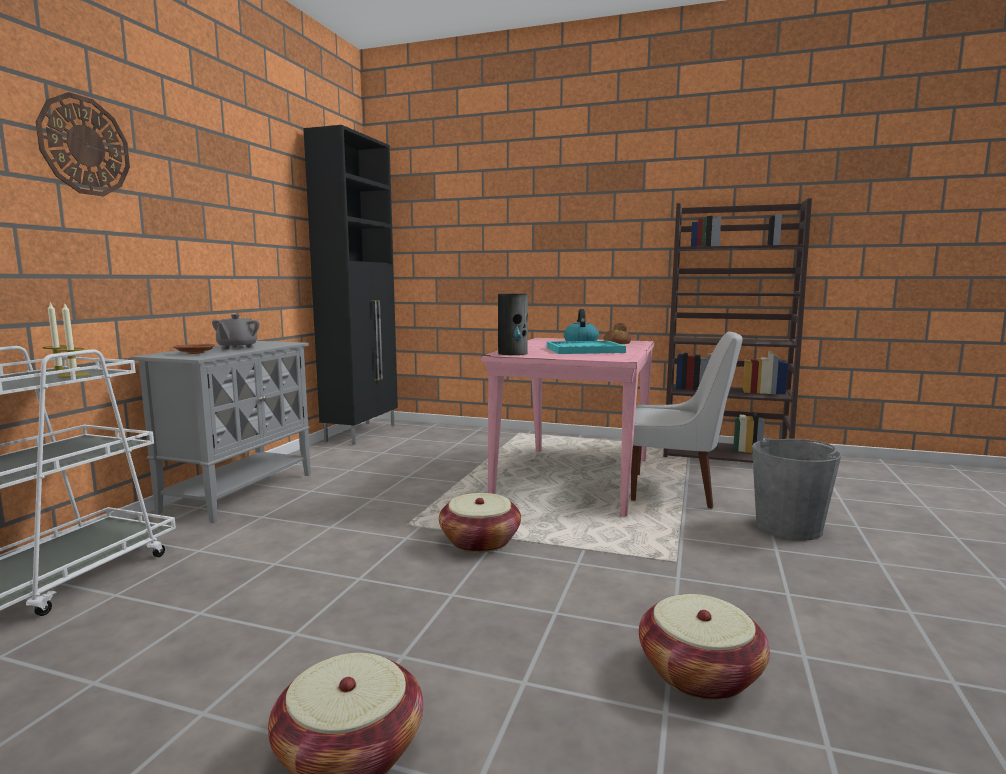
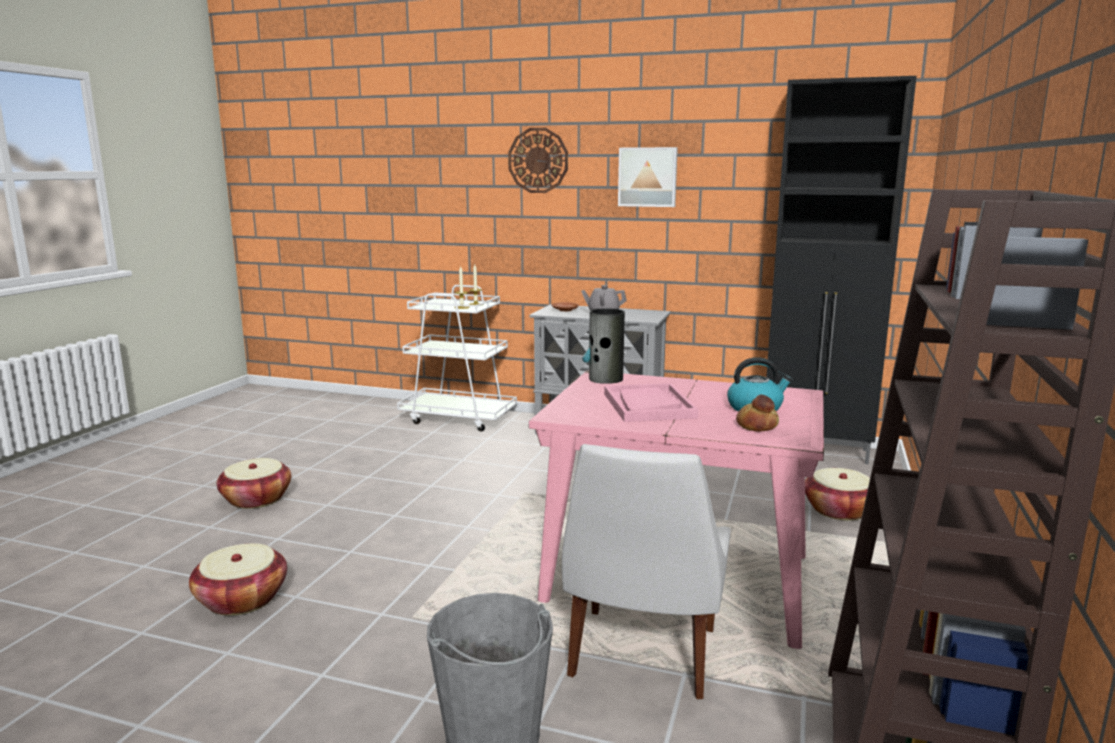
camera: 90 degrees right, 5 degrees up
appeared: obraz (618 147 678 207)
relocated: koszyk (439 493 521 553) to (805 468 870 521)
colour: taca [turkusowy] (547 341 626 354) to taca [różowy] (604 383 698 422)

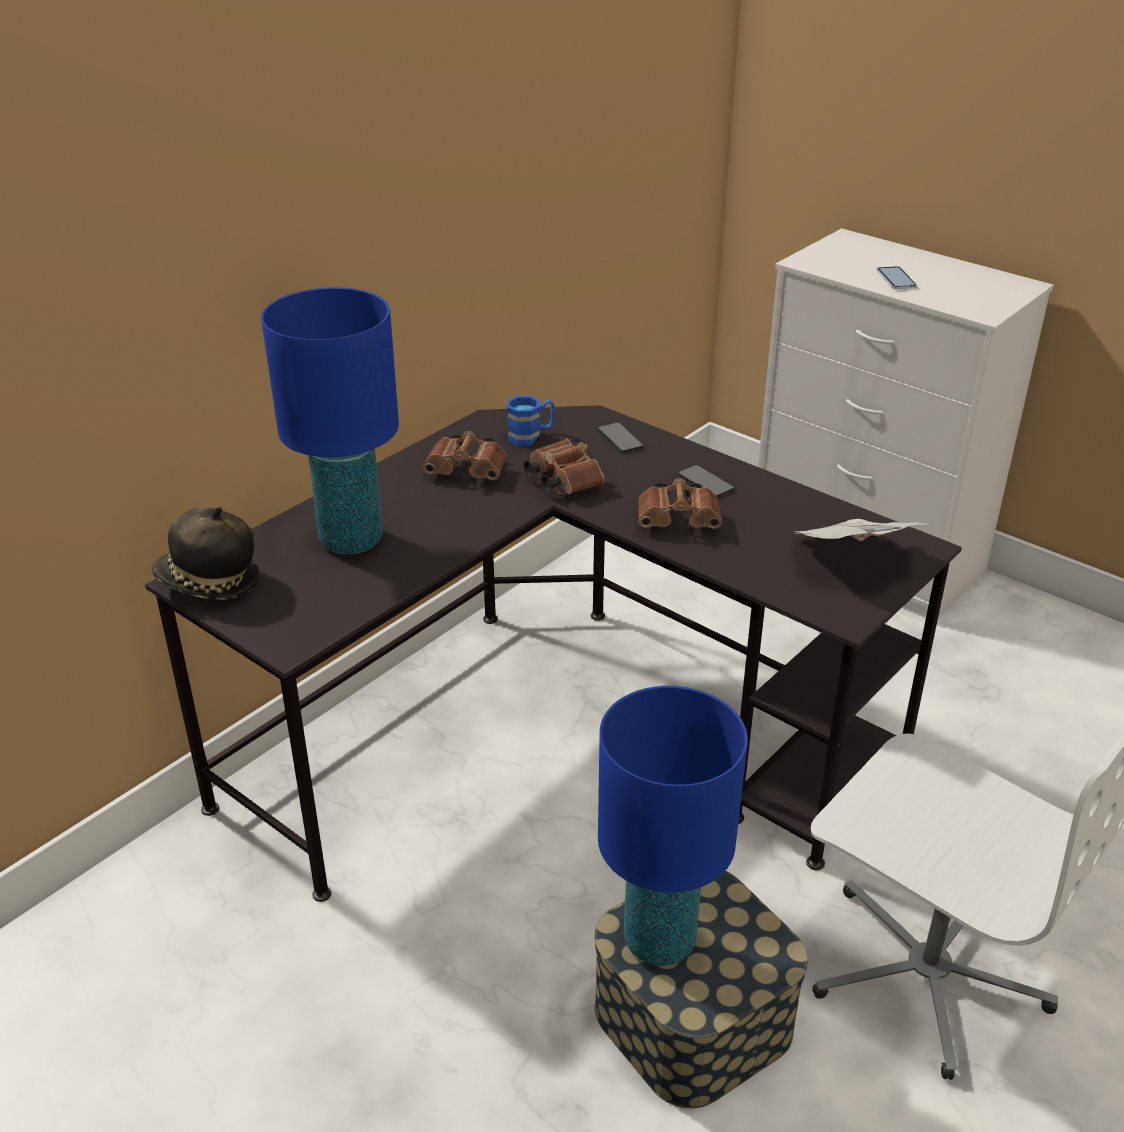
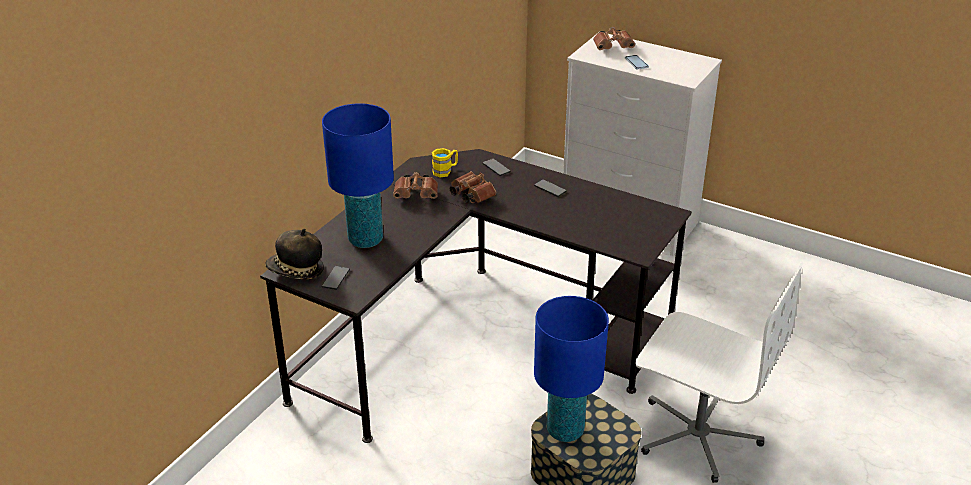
camera: 10 degrees left, 0 degrees up
missing: gazeta (795 519 924 541)
appeared: telefon (322 266 350 290)
relocated: lornetka [brązowy] (638 478 722 529) to (593 27 635 50)
colour: kubek [niebieski] (507 396 555 446) to kubek [żółty] (432 148 458 177)

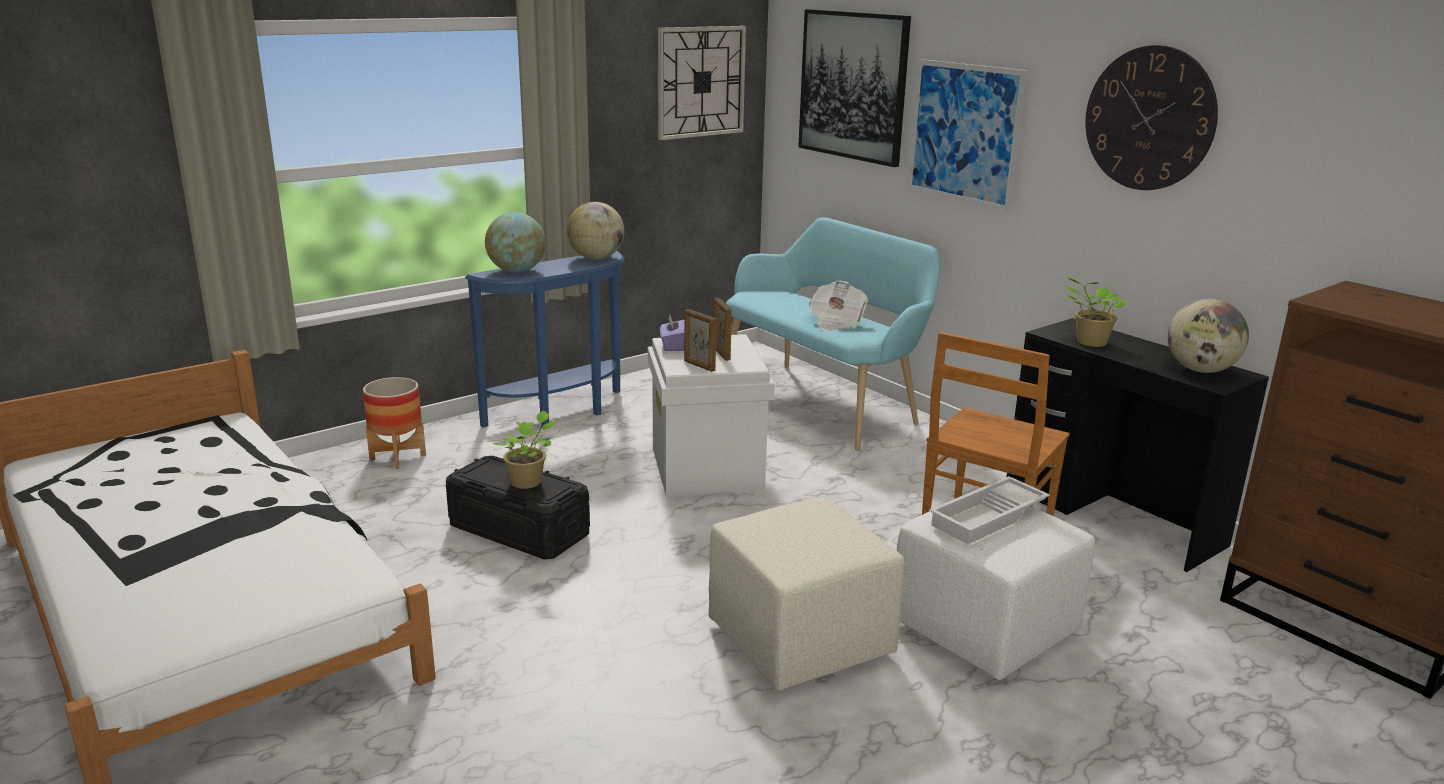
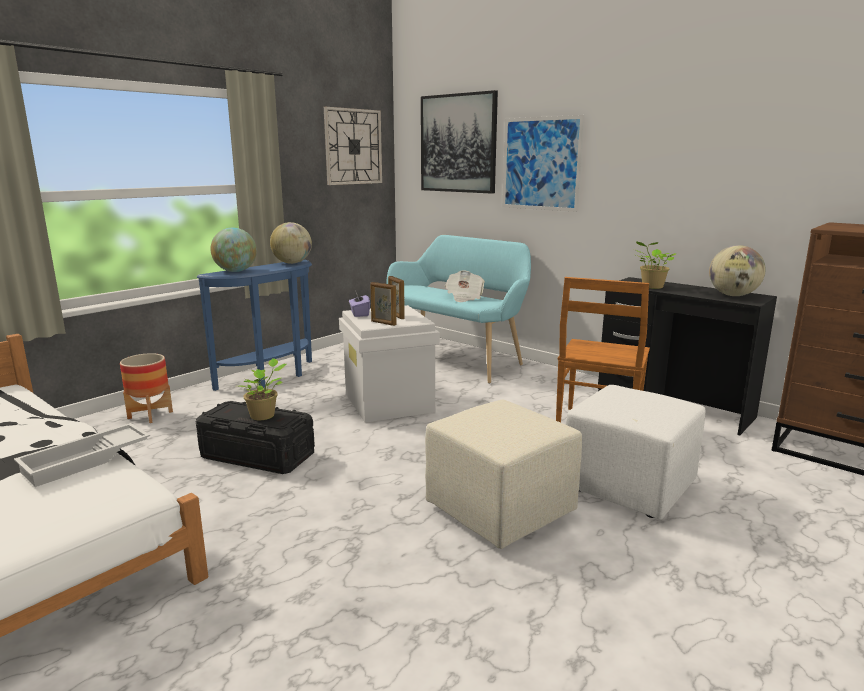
camera: 10 degrees left, 5 degrees down
missing: zegar ścienny (1085 45 1218 190)
relocated: taca [biały] (929 476 1050 544) to (14 423 150 487)

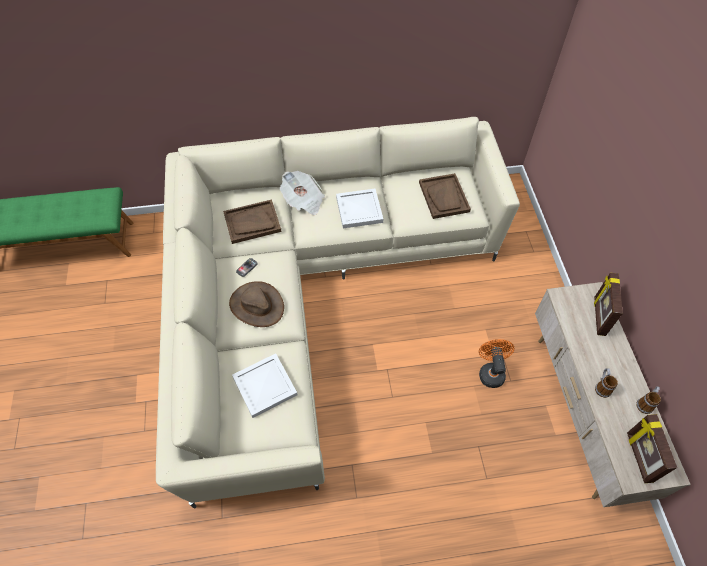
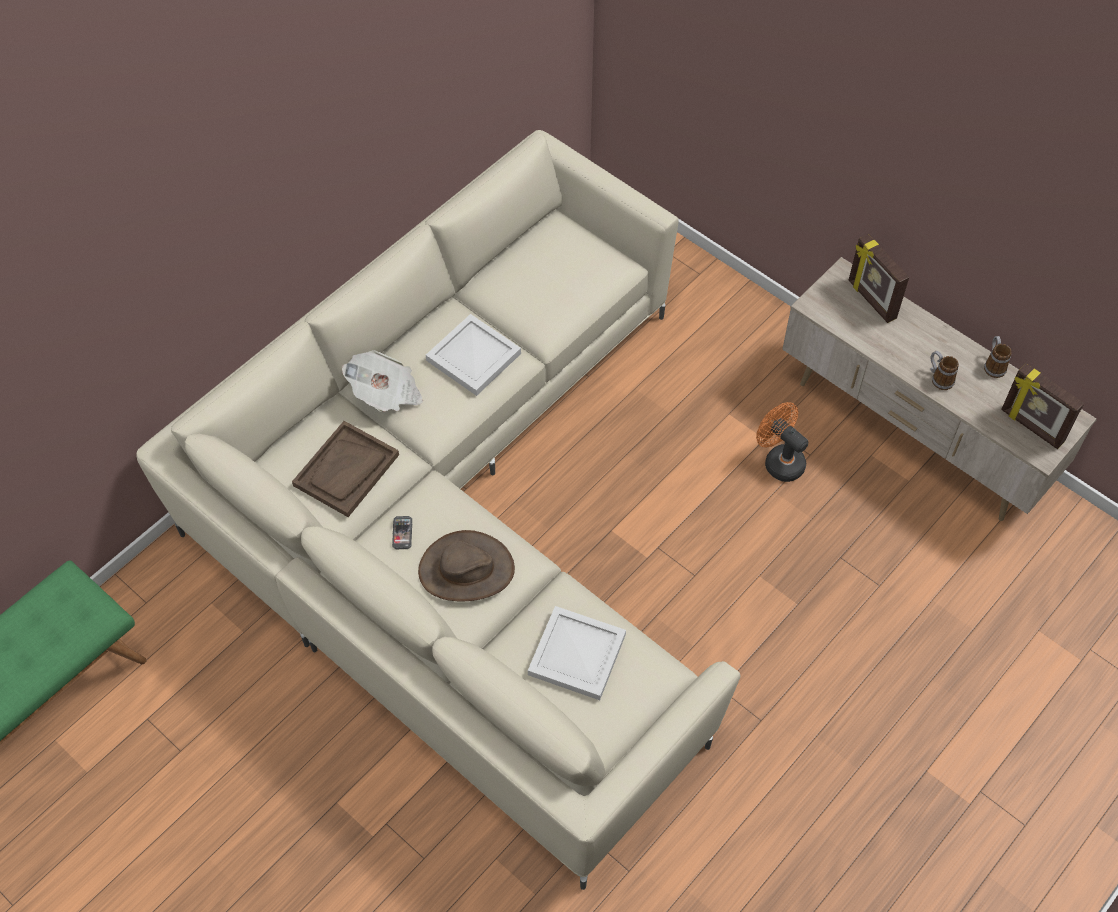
camera: 40 degrees left, 0 degrees up
missing: taca [brązowy] (419 173 471 219)

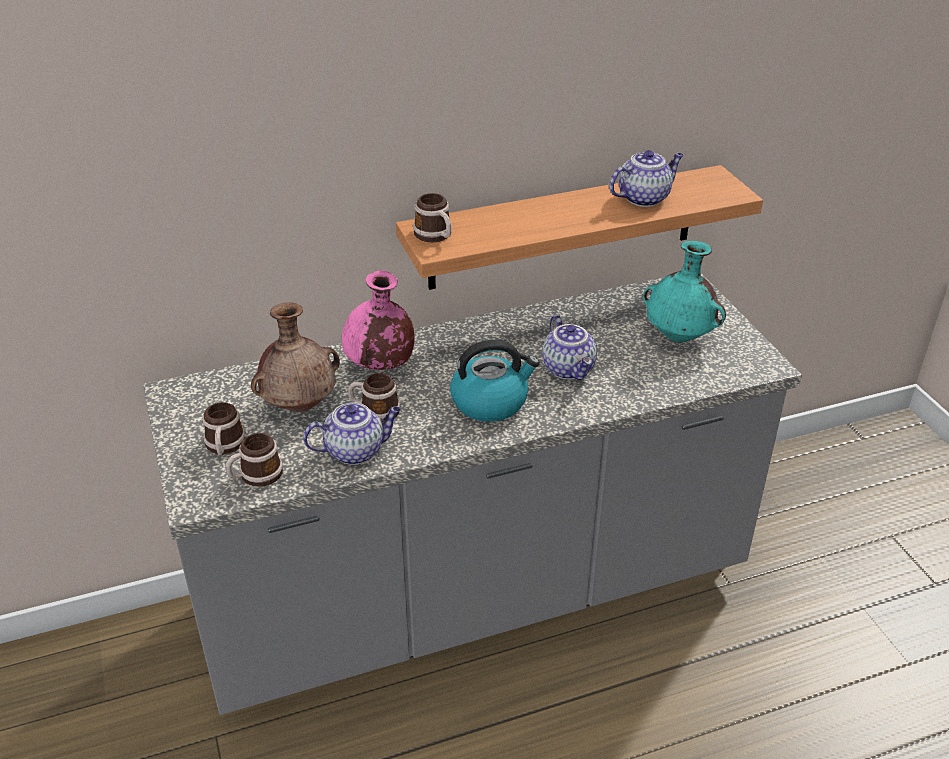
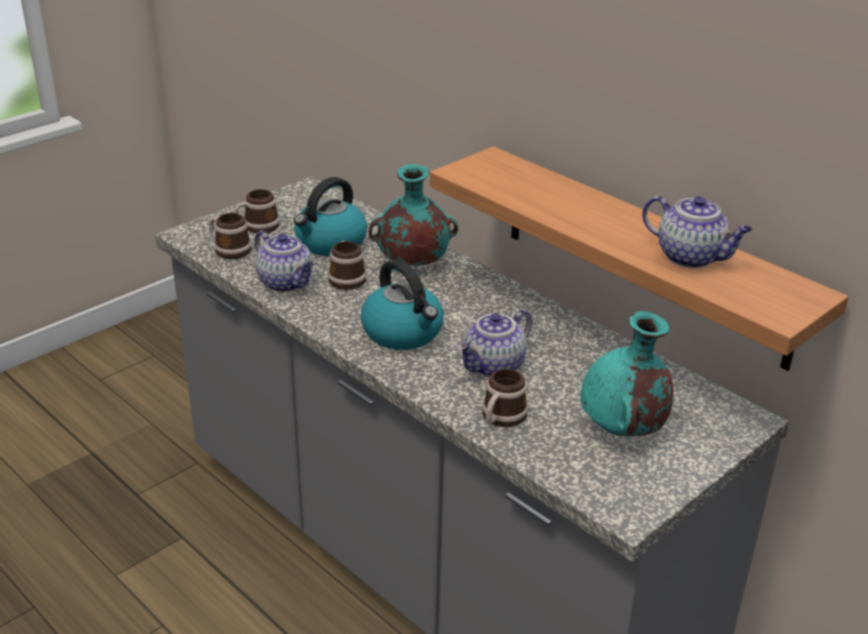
camera: 65 degrees right, 5 degrees down
relocated: kubek (413 193 452 242) to (482 369 528 427)
exchanged: wazon [brązowy] (251 302 340 412) to czajnik (294 177 367 256)
colour: wazon [różowy] (342 271 415 370) to wazon [turkusowy] (368 164 458 266)

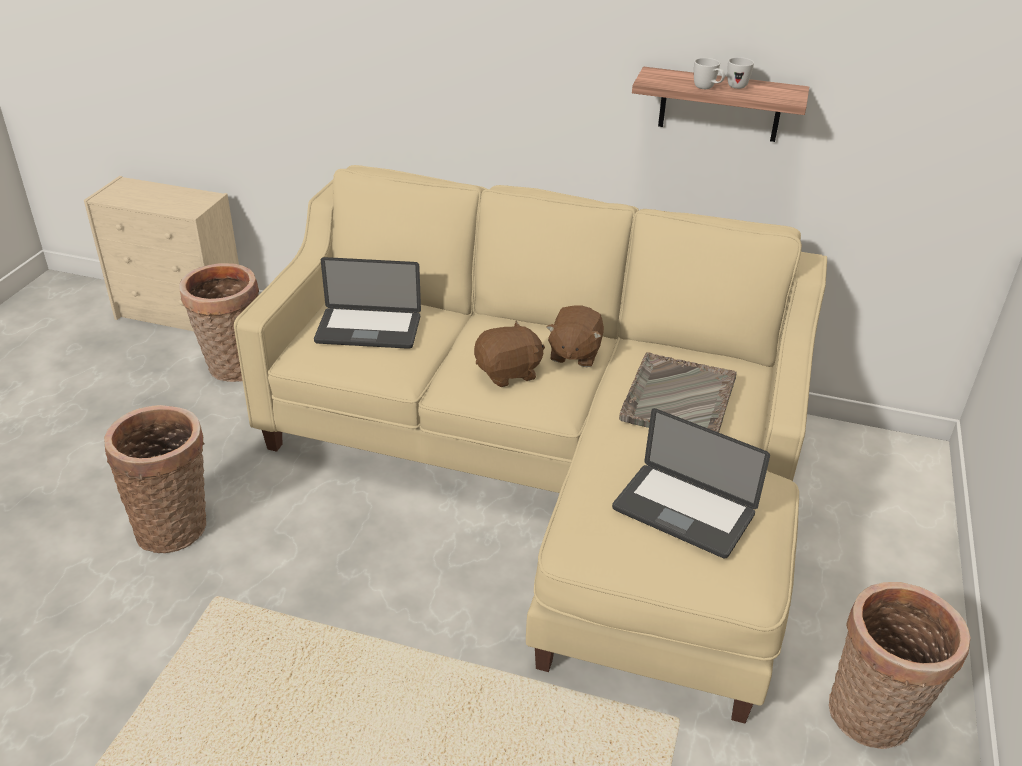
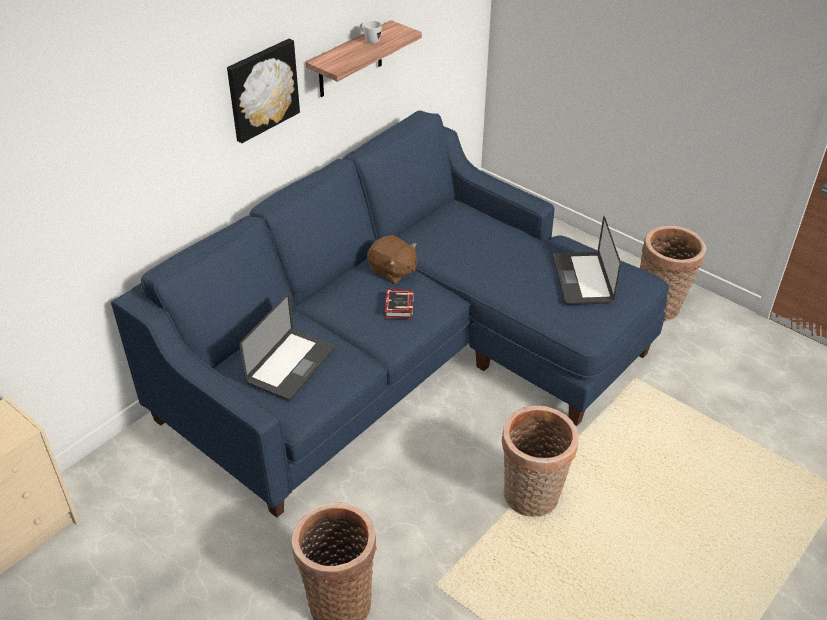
camera: 65 degrees left, 5 degrees up
missing: taca [szary] (619 352 737 433); kubek [biały] (694 58 725 89)
appeared: obraz (227 39 300 143)
relocated: koszyk (179 263 259 382) to (502 406 579 517)
exchanged: pluszak [brązowy] (474 321 545 387) to książka (384 289 414 319)
colour: kanapa [beżowy] (234 165 827 724) to kanapa [niebieski] (111 110 669 518)
spun: laptop (612 408 770 558) = (553 216 621 305) 120 degrees clockwise

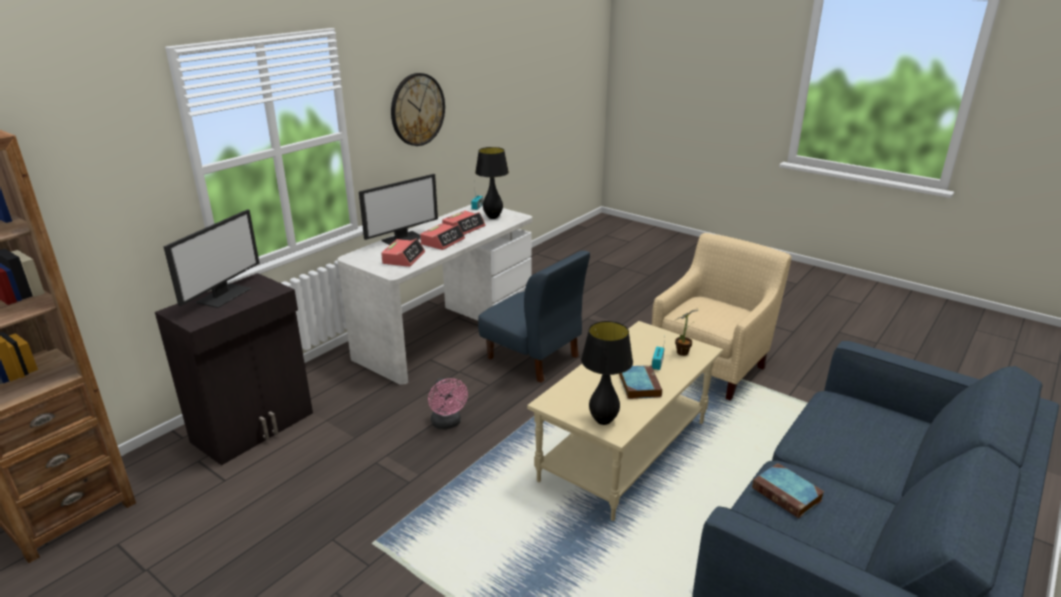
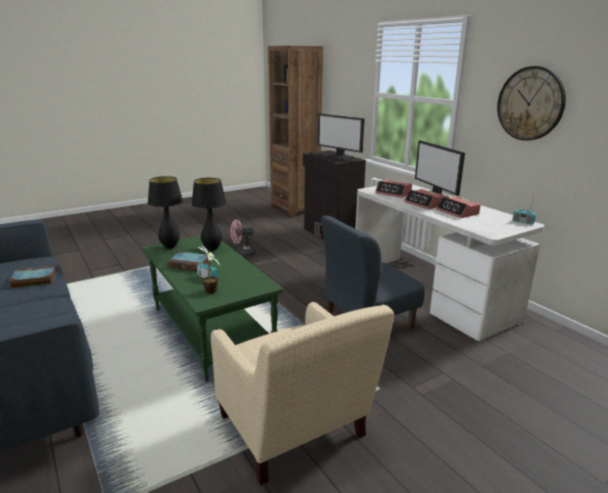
camera: 110 degrees right, 5 degrees down
relocated: wentylator [różowy] (428 378 468 430) to (230 219 256 257); lampa stołowa [czarny] (475 147 509 219) to (191 178 227 251)
colour: ława [beżowy] (527 321 723 521) to ława [zielony] (142 236 284 382)

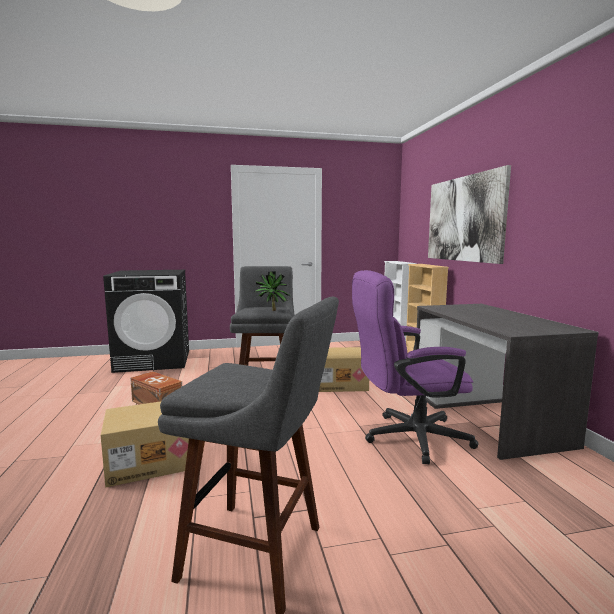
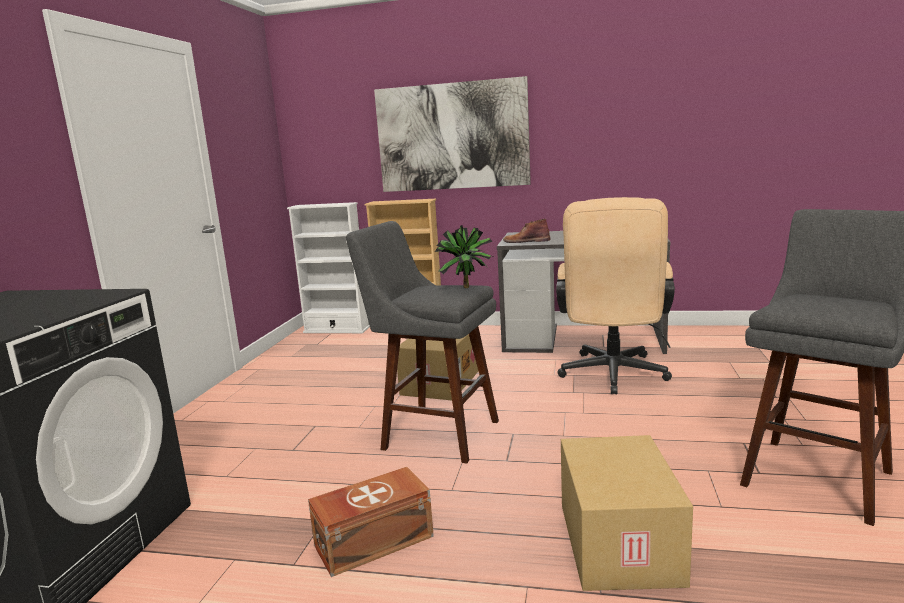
camera: 65 degrees left, 5 degrees up
appeared: but z cholewką [brązowy] (503 219 551 243)
colour: krzesło biurowe [fioletowy] (352 270 478 464) to krzesło biurowe [beżowy] (556 197 675 394)

